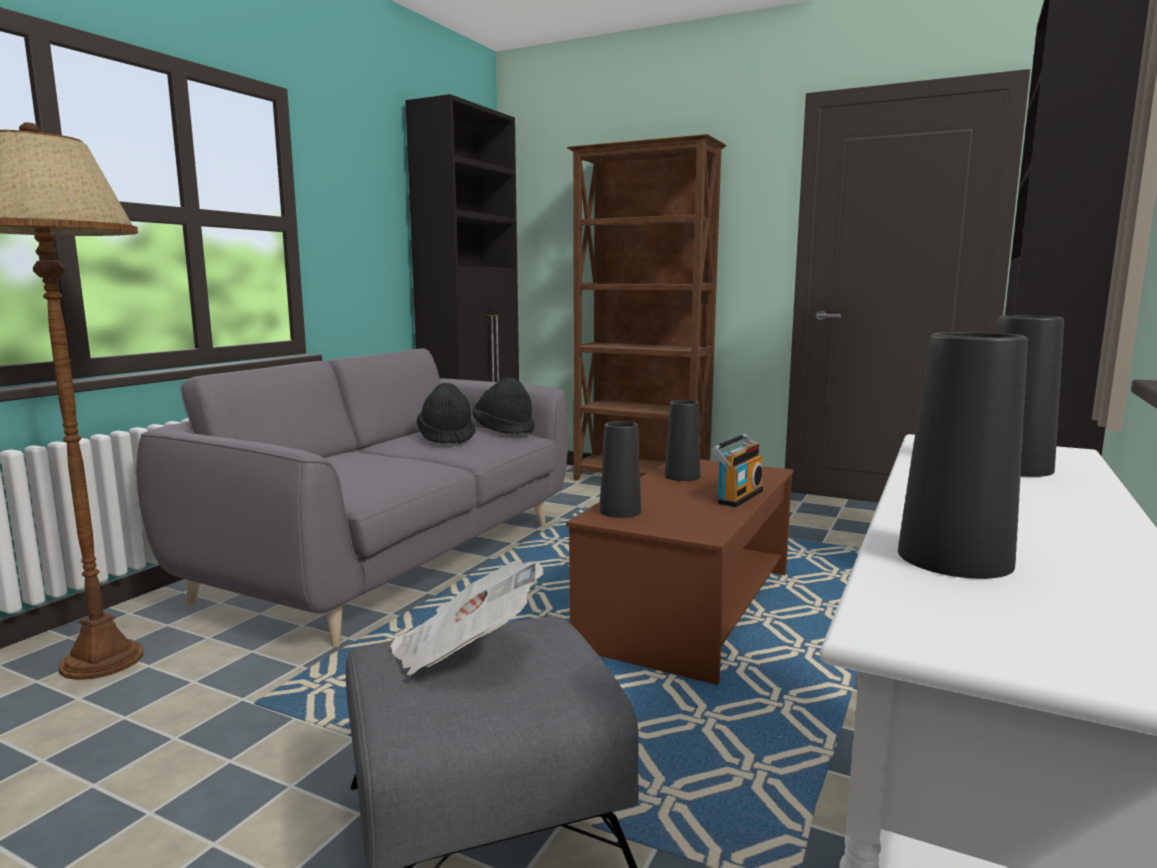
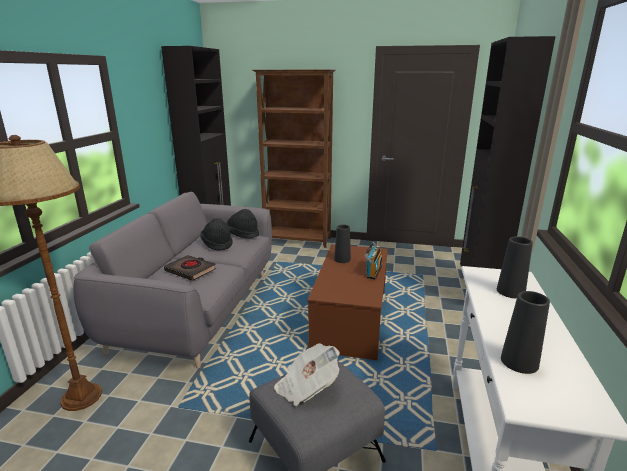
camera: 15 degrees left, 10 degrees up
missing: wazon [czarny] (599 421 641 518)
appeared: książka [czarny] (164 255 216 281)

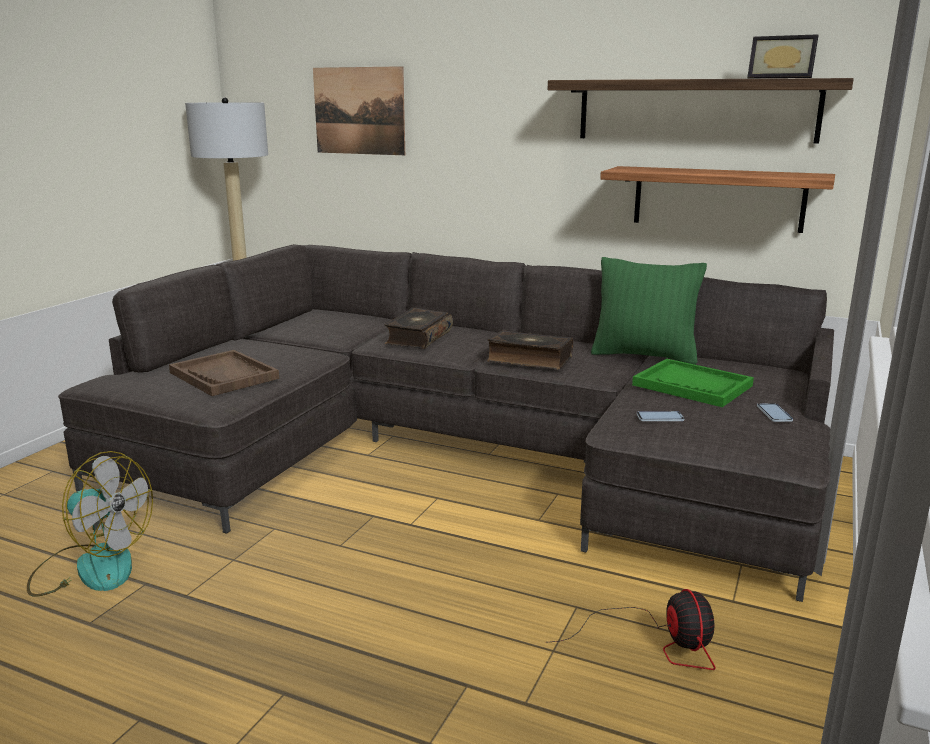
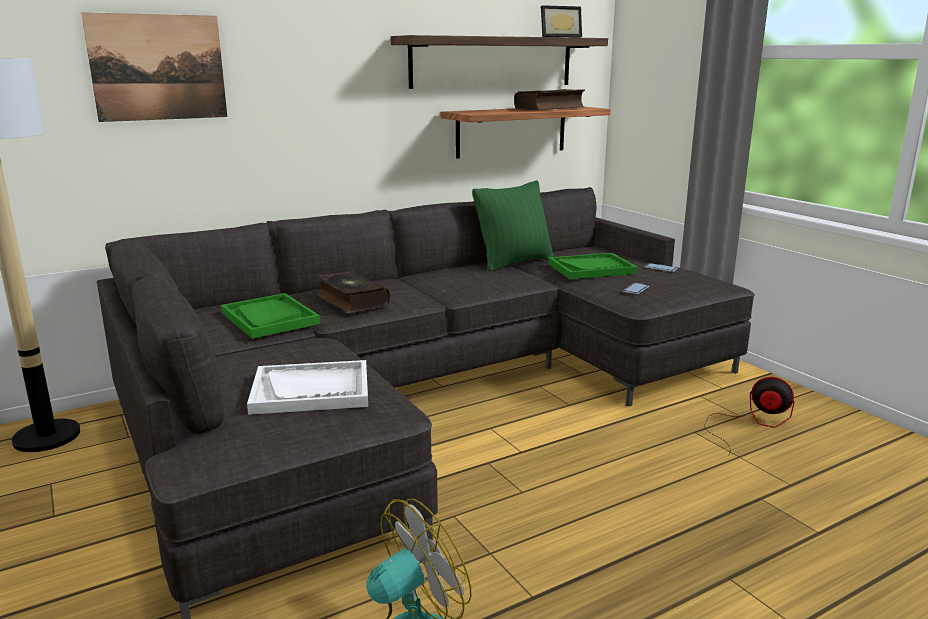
camera: 55 degrees left, 0 degrees up
appeared: taca [zielony] (221 293 320 339)
relocated: książka (487 330 573 369) to (514 89 585 110)
colour: taca [brązowy] (169 350 279 396) to taca [biały] (247 360 368 415)

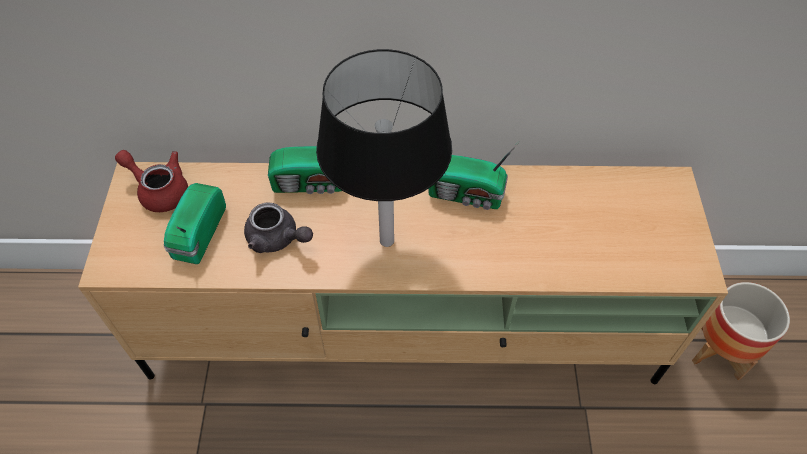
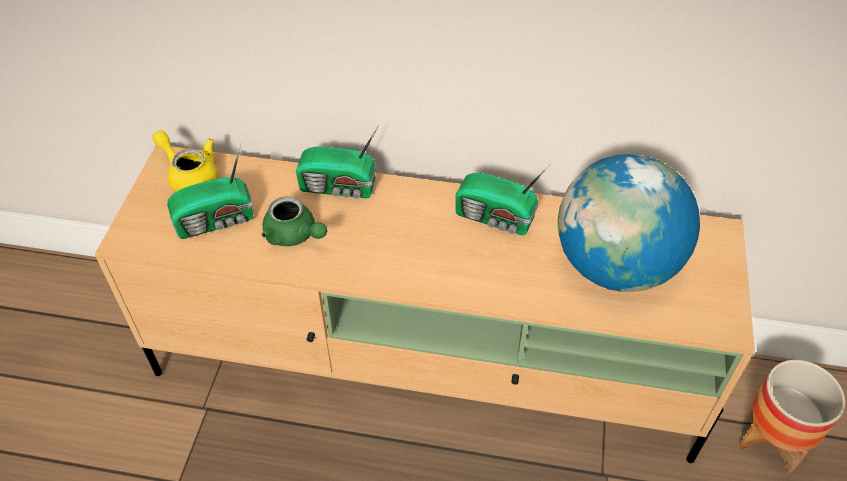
camera: 10 degrees right, 5 degrees down
missing: lampa stołowa [czarny] (316 49 452 247)
appeared: globus (558 154 700 292)
colour: imbryk [czerwony] (115 150 188 212) to imbryk [żółty] (152 131 218 192); imbryk [szary] (244 203 313 253) to imbryk [zielony] (262 196 327 246)
spun: radio (163 183 226 264) = (167 144 253 239) 135 degrees counterclockwise

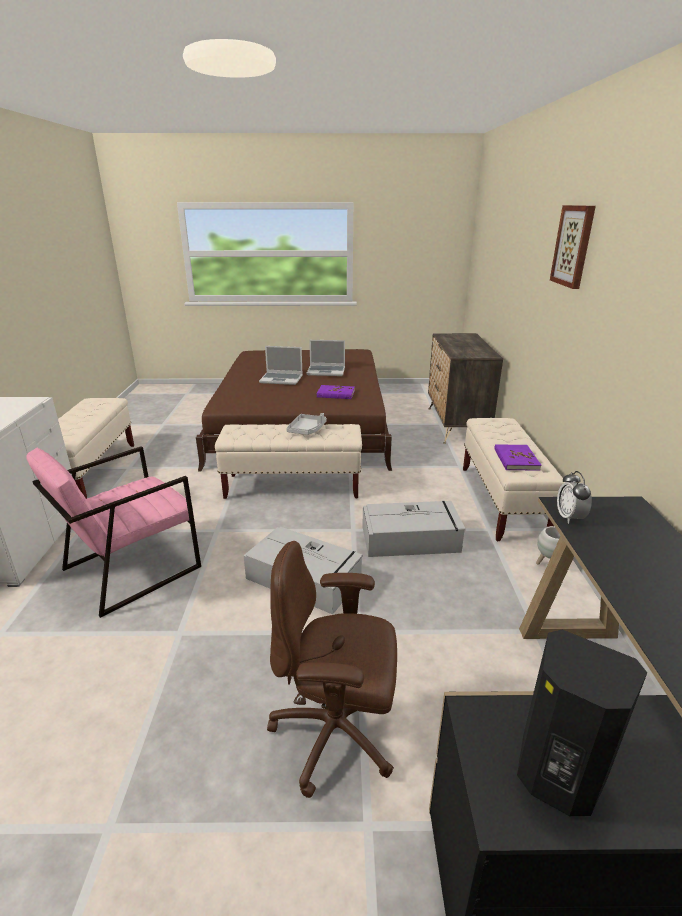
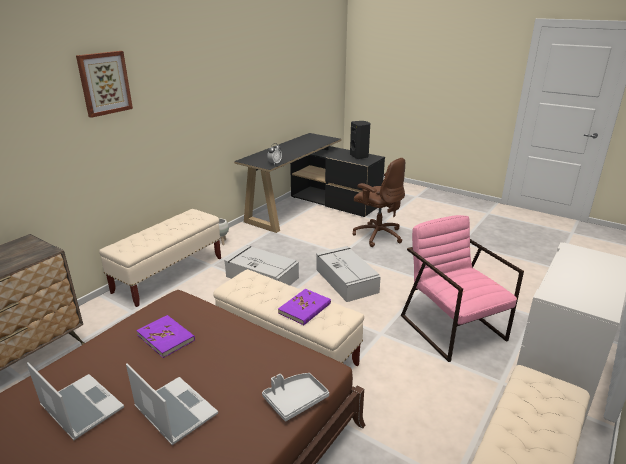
camera: 145 degrees left, 0 degrees up
relocated: taca [szary] (286 413 327 435) to (262 373 329 421); książka [fioletowy] (494 444 541 471) to (278 289 331 325)
spun: fotel [różowy] (26 446 201 618) = (401 215 524 362) 105 degrees counterclockwise

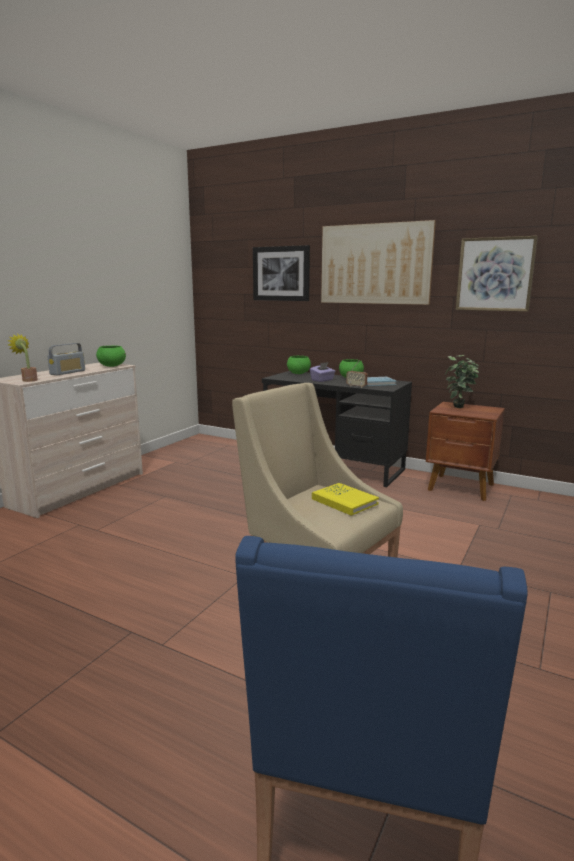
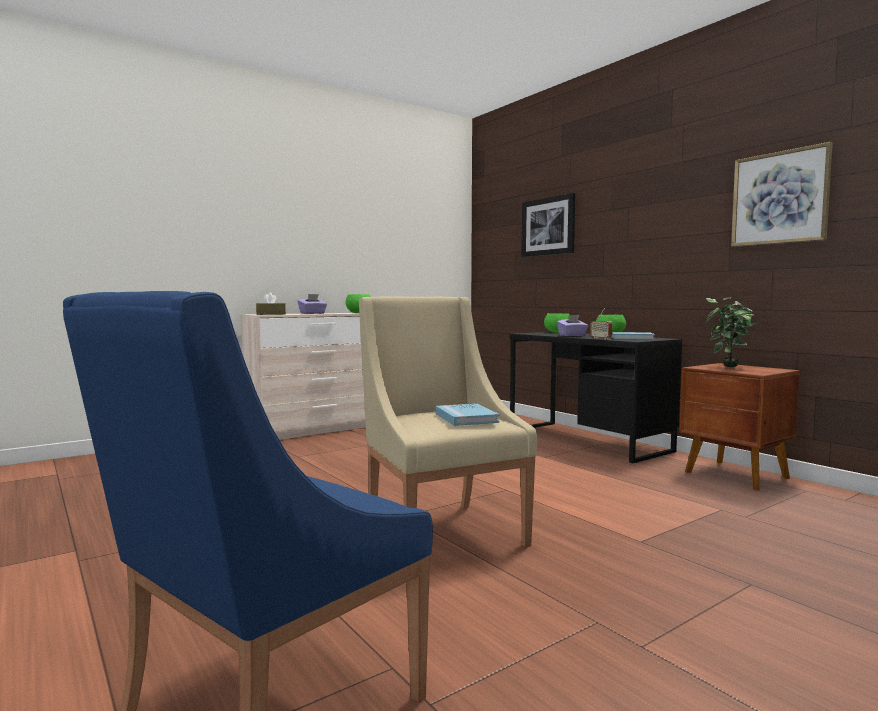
camera: 25 degrees right, 10 degrees down
missing: obraz (321 220 436 305)
exchanged: roślina doniczkowa (7 333 38 382) to pudełko chusteczek [brązowy] (256 292 286 315); radio (47 343 85 375) to pudełko chusteczek [fioletowy] (298 294 327 314)
colour: książka [żółty] (312 483 379 516) to książka [niebieski] (436 404 499 426)

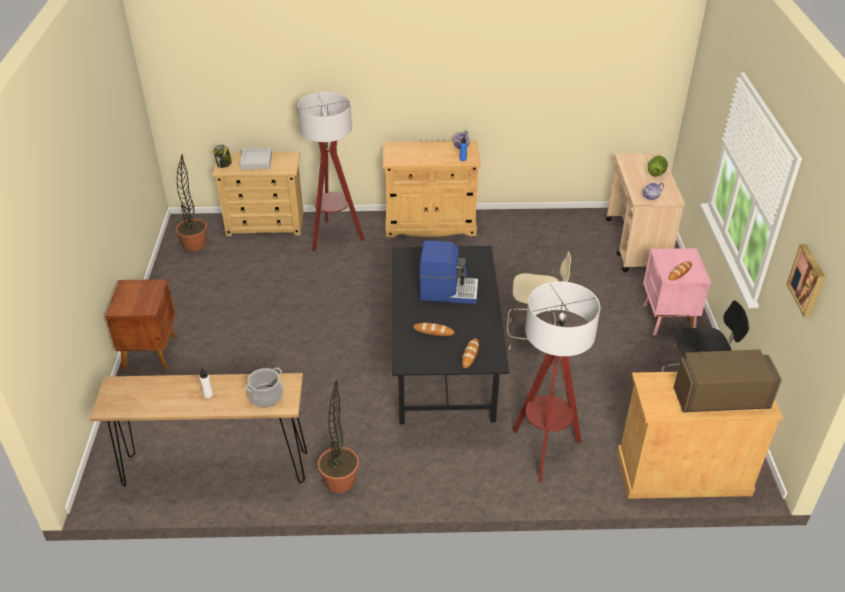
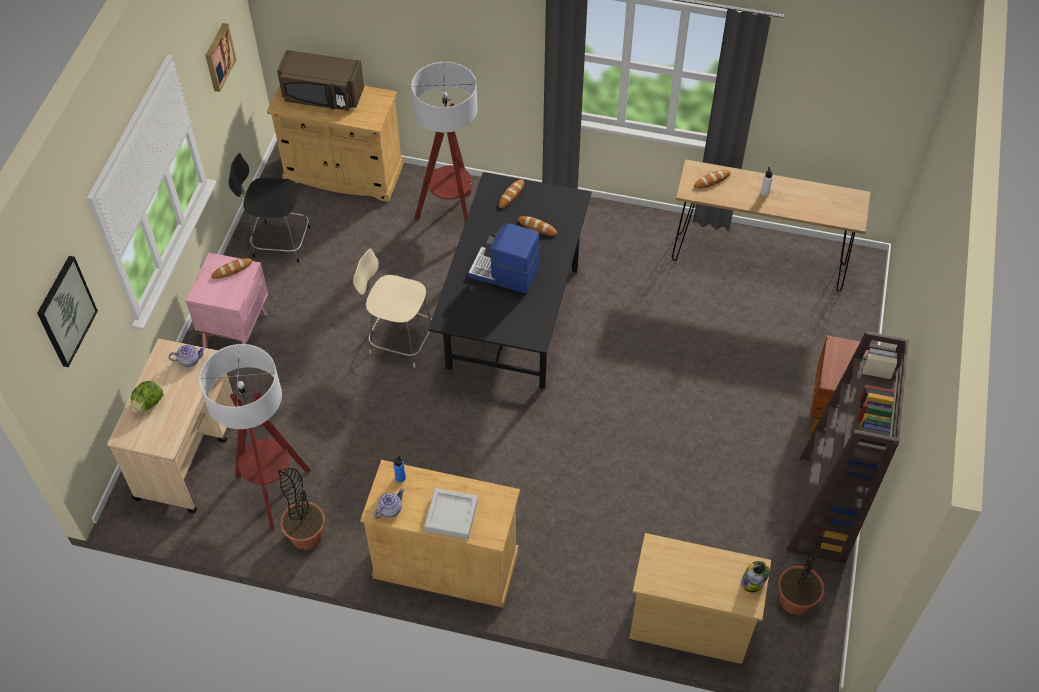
camera: 165 degrees left, 15 degrees up
appeared: obraz (37 256 98 367); regał [brązowy] (787 331 909 563)
relocated: taca [szary] (240 148 272 170) to (424 488 478 539); lampa stojąca (298 92 365 252) to (199 344 311 530); roślina doniczkowa (317 379 359 493) to (278 468 325 550)
exchanged: garnek (245 367 284 407) to chleb (694 170 730 189)

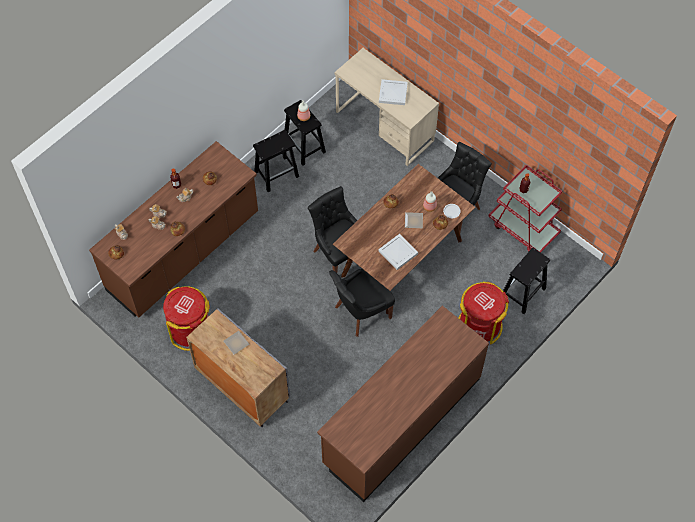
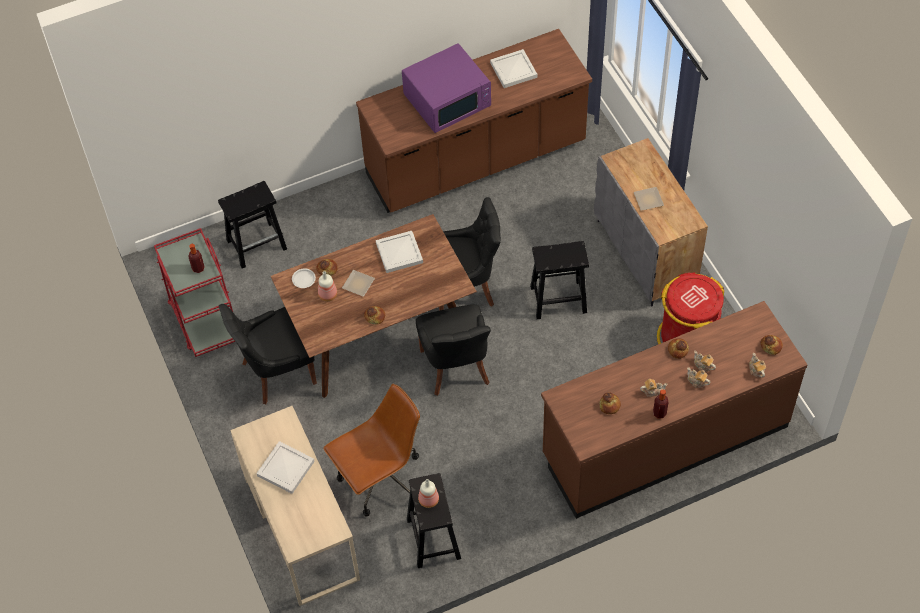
camera: 155 degrees left, 5 degrees down
missing: kosz na śmieci [czerwony] (459 282 509 344)
appeared: krzesło biurowe [brązowy] (323 384 420 516); mikrofalówka [fioletowy] (402 43 491 133); taca [biały] (490 49 537 88)
relocated: stołek [czarny] (253 130 299 192) to (530 241 589 319)

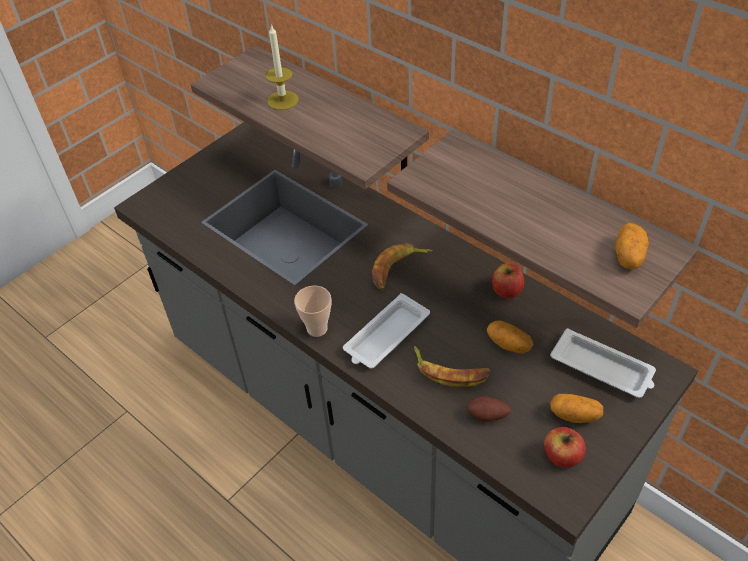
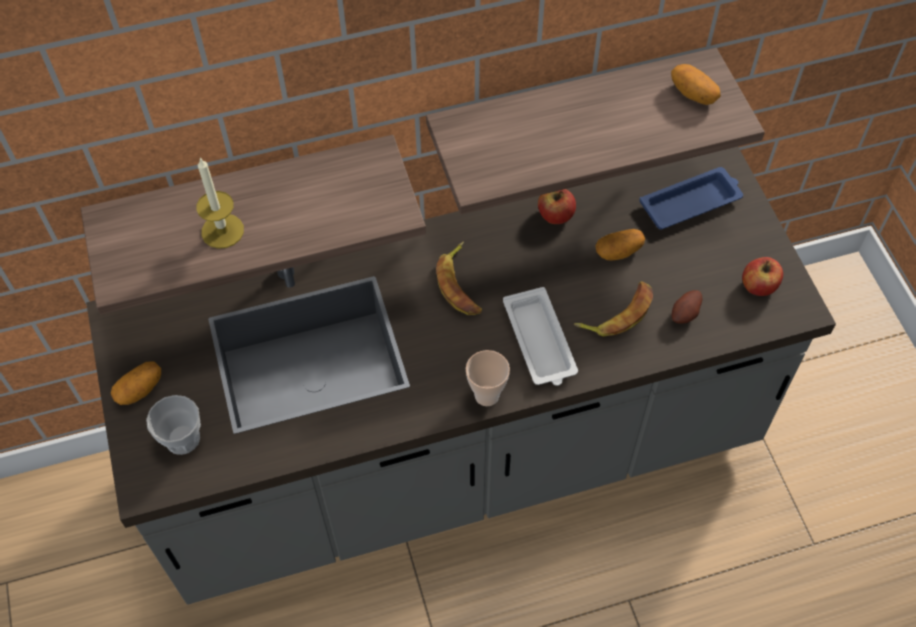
camera: 60 degrees left, 10 degrees up
appeared: filiżanka (146 395 201 455)
relocated: ziemniak (550 394 603 423) to (111 361 161 405)
colour: taca [biały] (550 328 656 398) to taca [niebieski] (639 167 743 229)

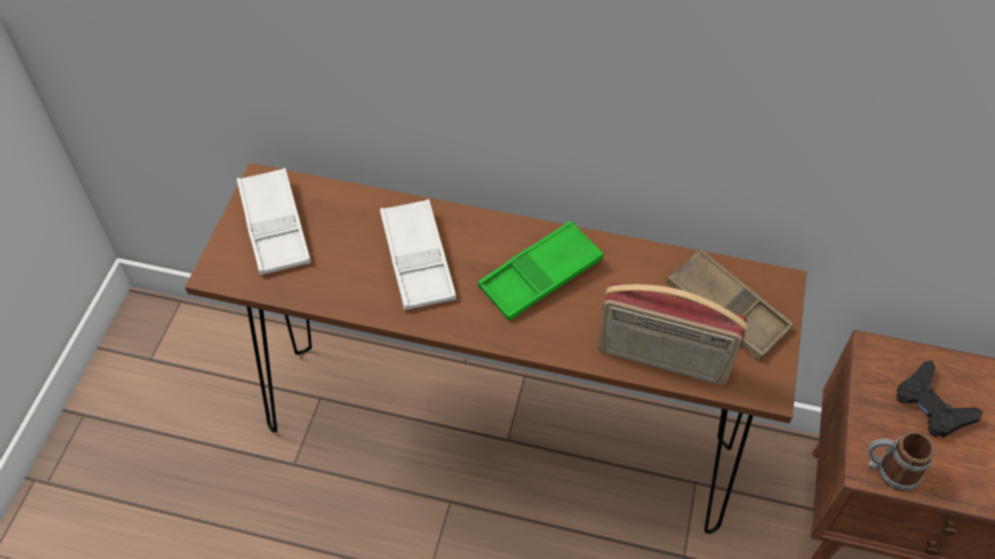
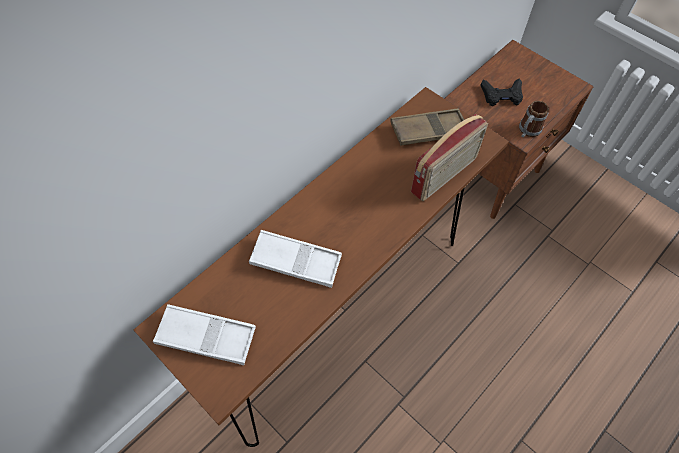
camera: 60 degrees left, 5 degrees up
missing: taca [zielony] (478 220 604 321)

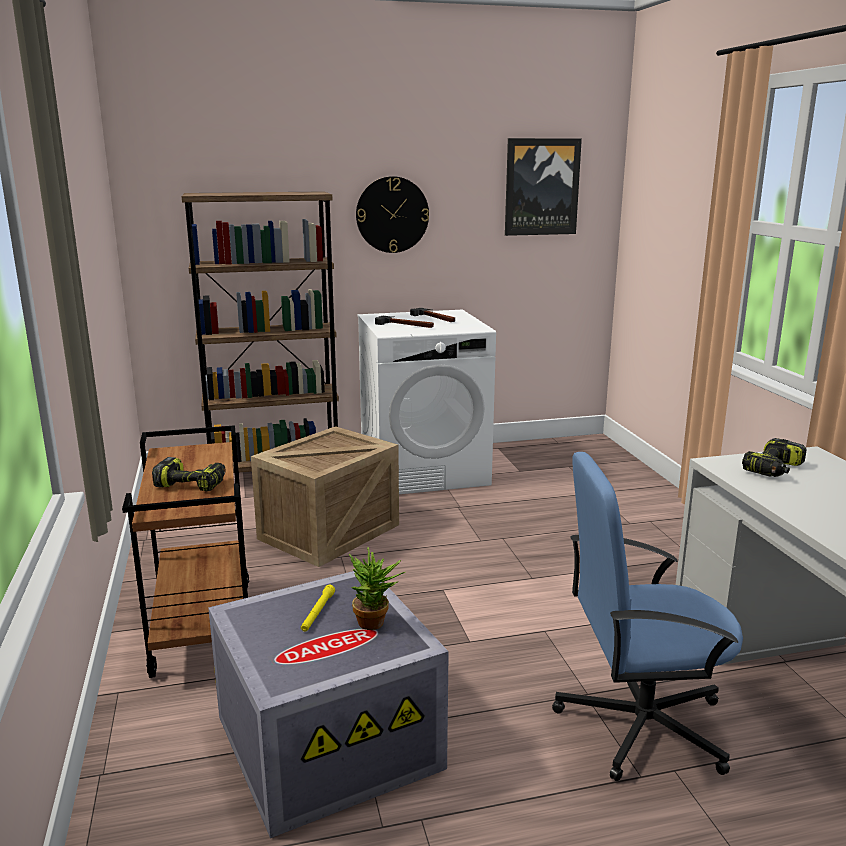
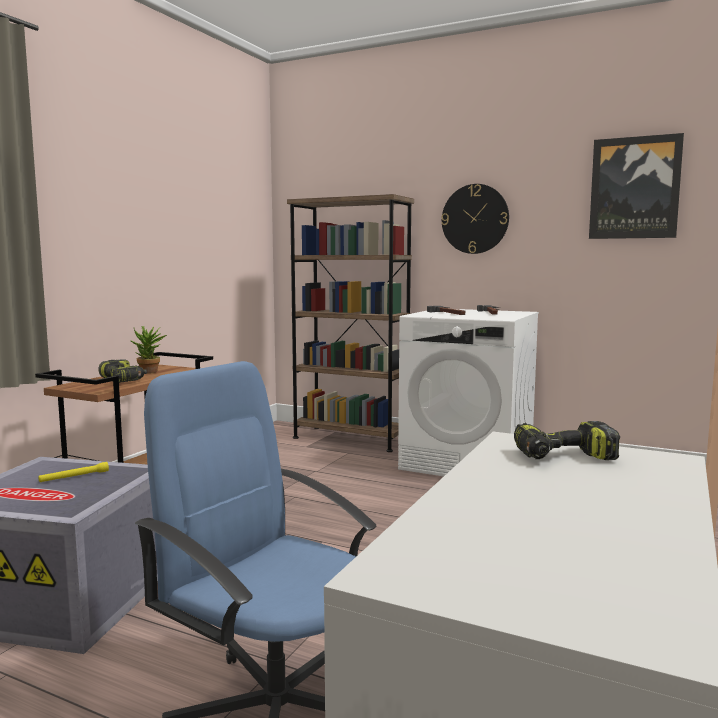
camera: 40 degrees right, 10 degrees down
missing: skrzynka (251 426 399 567)
relocated: roślina doniczkowa (349 547 405 630) to (130 326 167 374)

